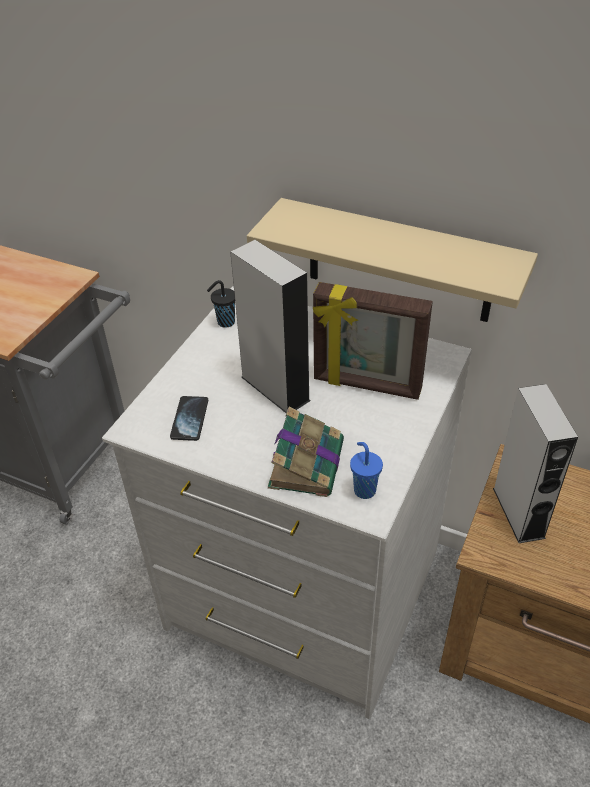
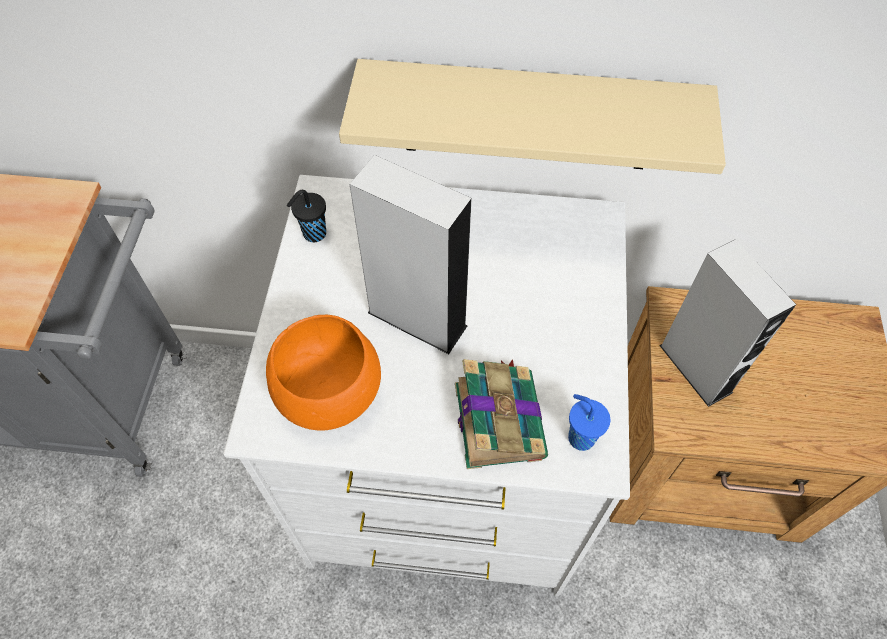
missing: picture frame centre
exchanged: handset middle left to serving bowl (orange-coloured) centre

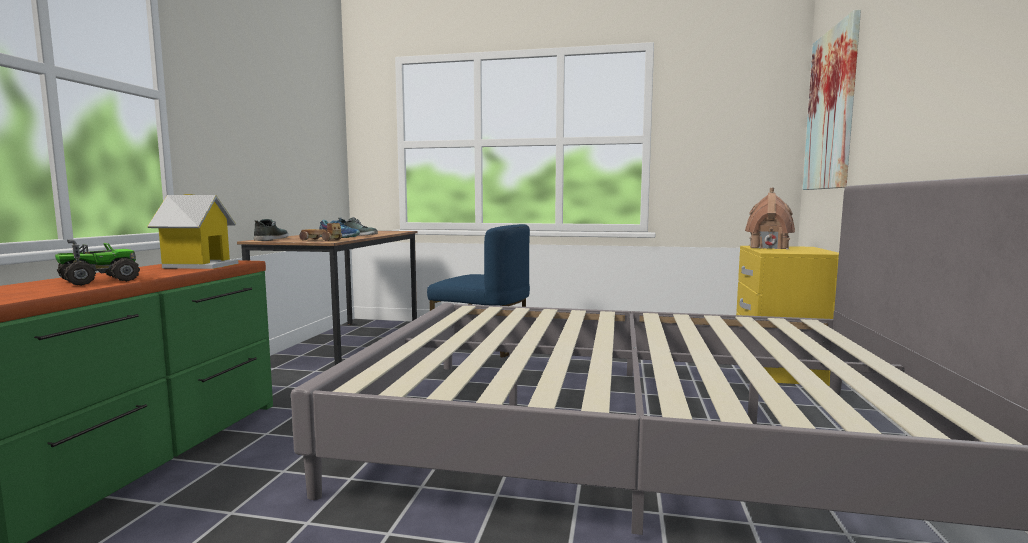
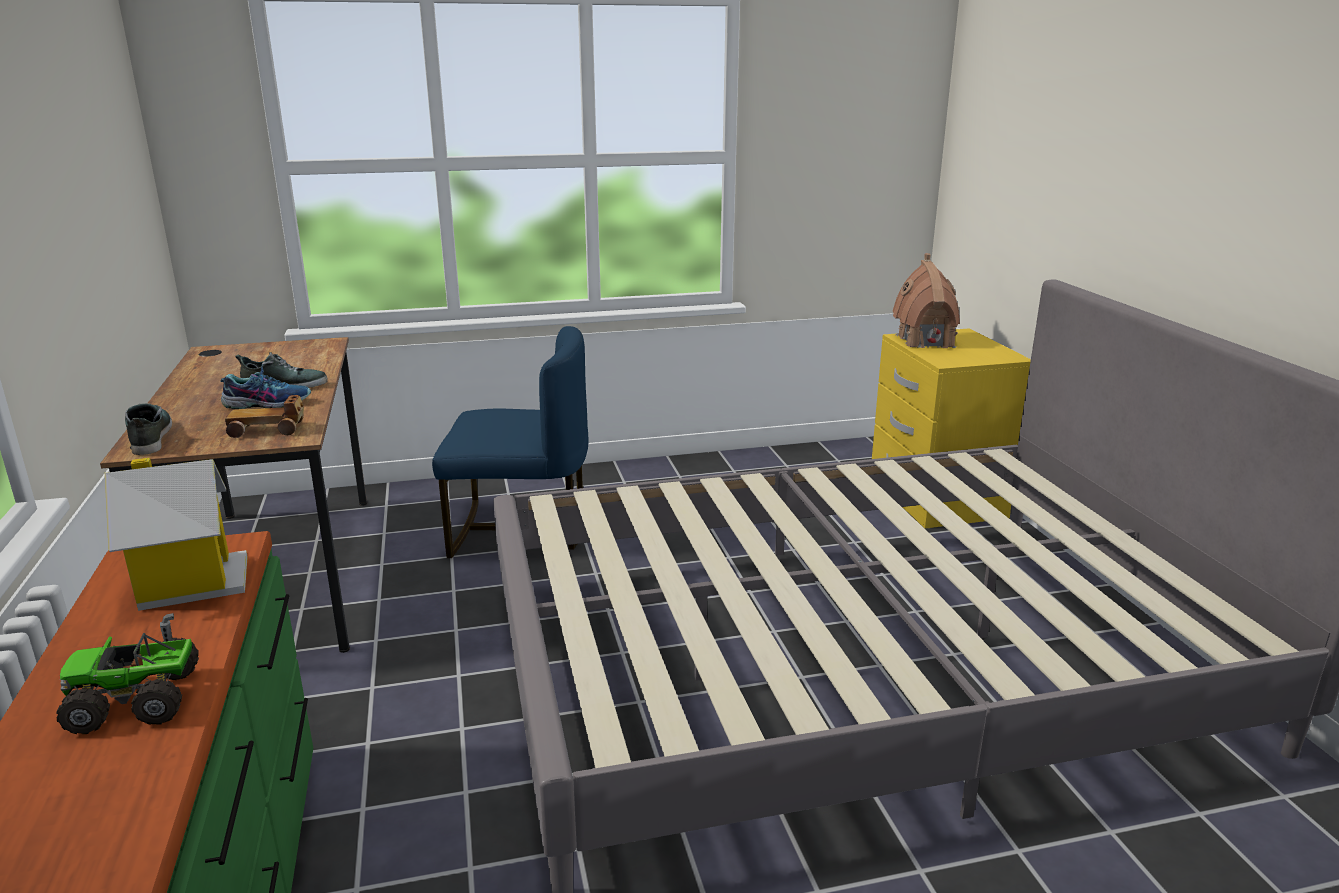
missing: picture top right
spun: toy lorry middle left = bottom left 120 degrees counterclockwise

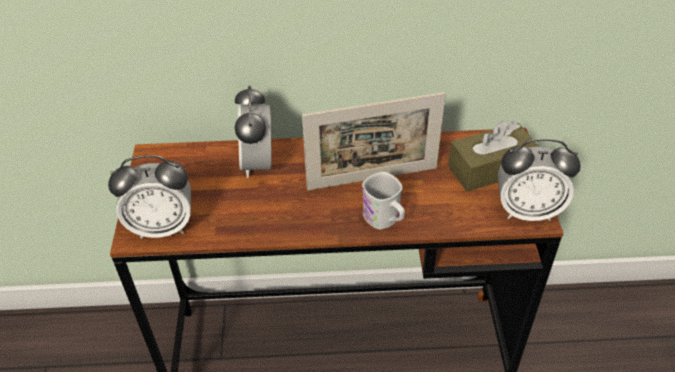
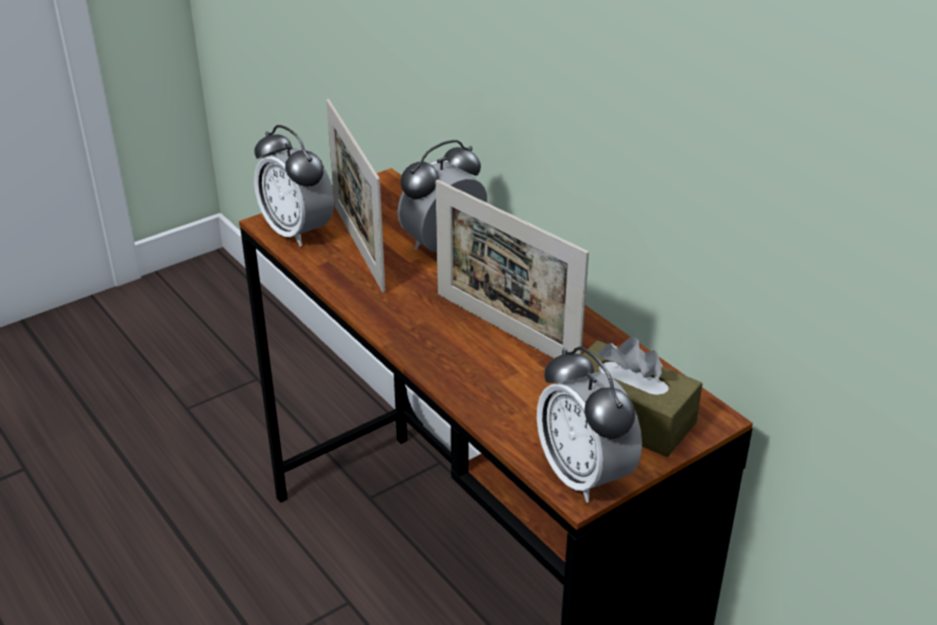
missing: tea mug (white-coloured) centre
appeared: picture frame (no. 1 from left) top centre

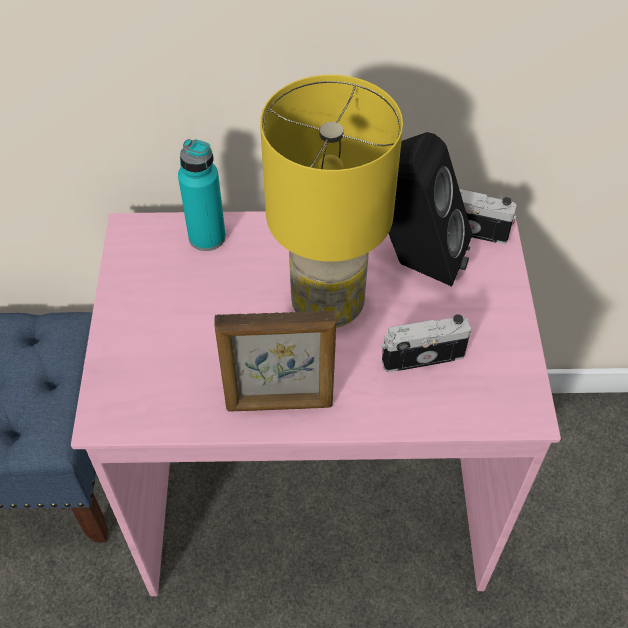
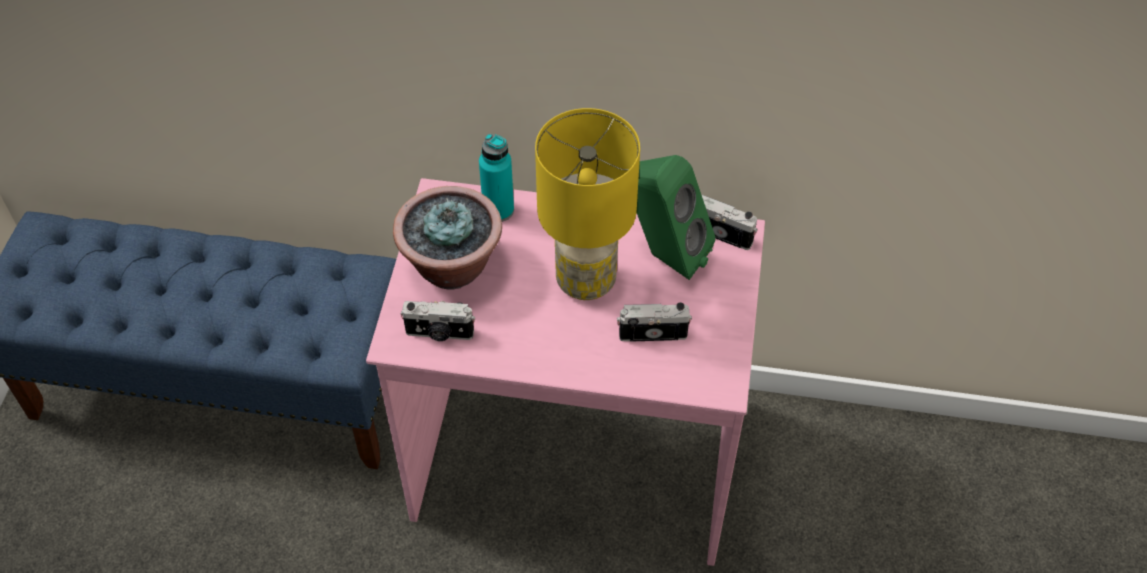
missing: picture frame centre
appeared: houseplant centre; photo camera (no. 1 from left) centre
colour: loudspeaker (black) top right to loudspeaker (green) centre

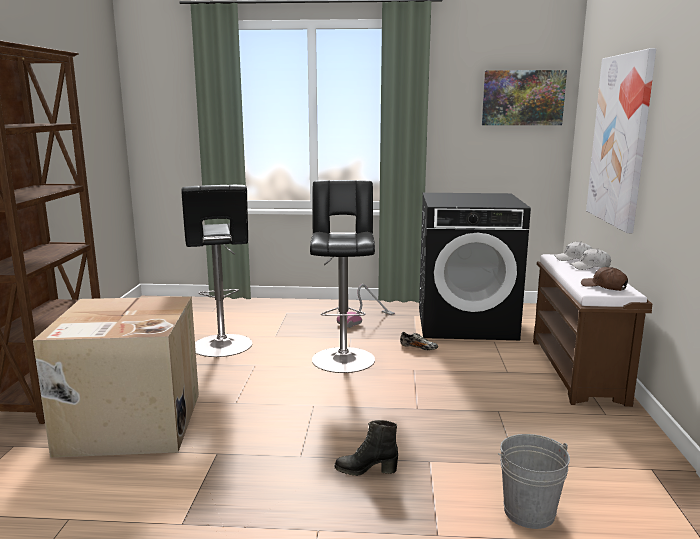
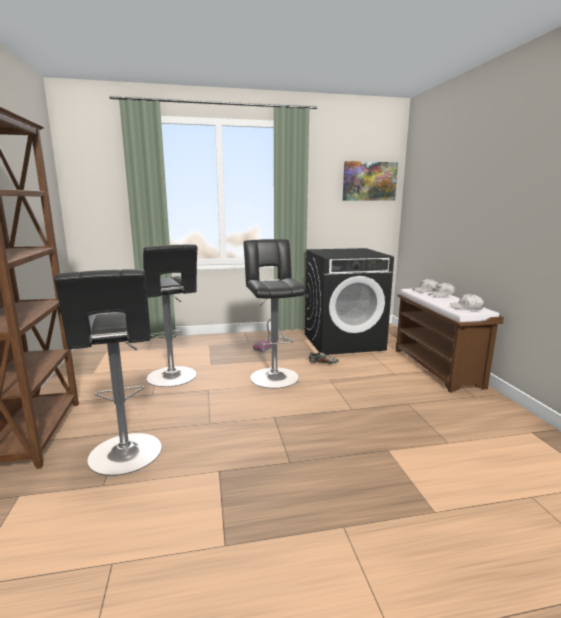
missing: boot (black) bottom centre; pail (gray) bottom right; picture (no. 2 from left) top right
exchanged: cardboard box bottom left to stool (black) (no. 1 from left) middle left
colour: baseball cap (brown) middle right to baseball cap (white-coloured) (no. 3 from left) middle right

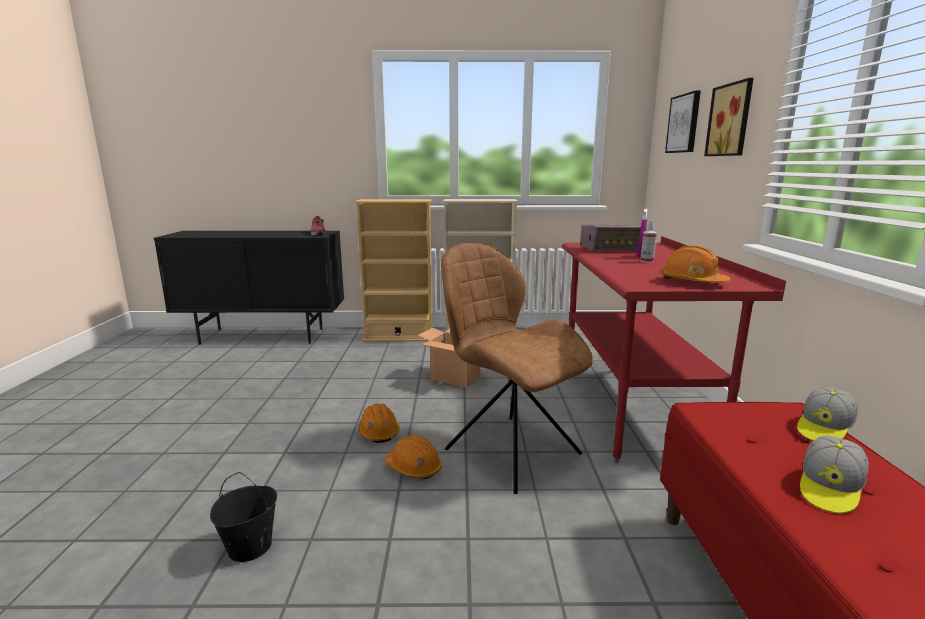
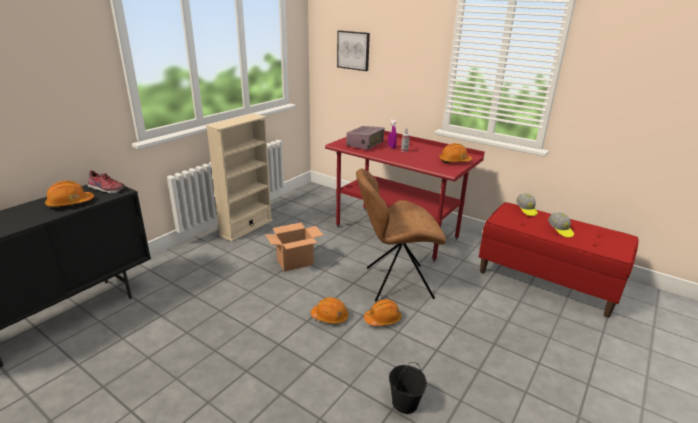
missing: shelving unit (beige-coloured) (no. 1 from left) centre; picture (no. 2 from left) top right
appeared: work helmet (orange-coloured) (no. 1 from left) middle left

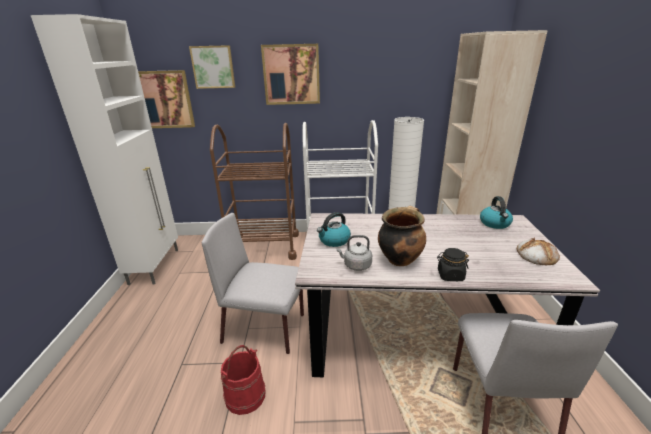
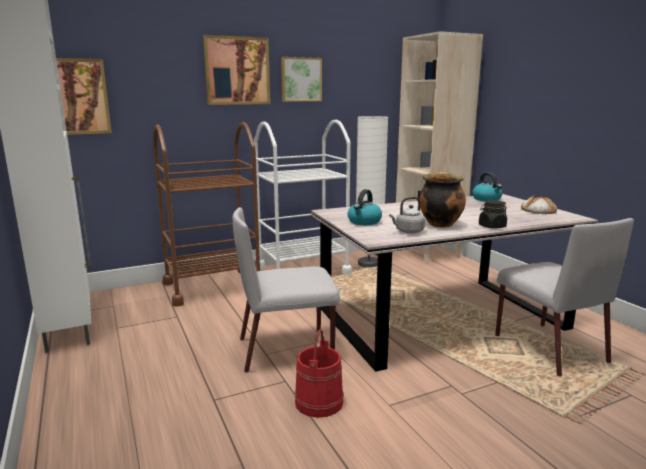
relocated: picture (no. 2 from left in the first image) top left to picture (no. 3 from left) top centre

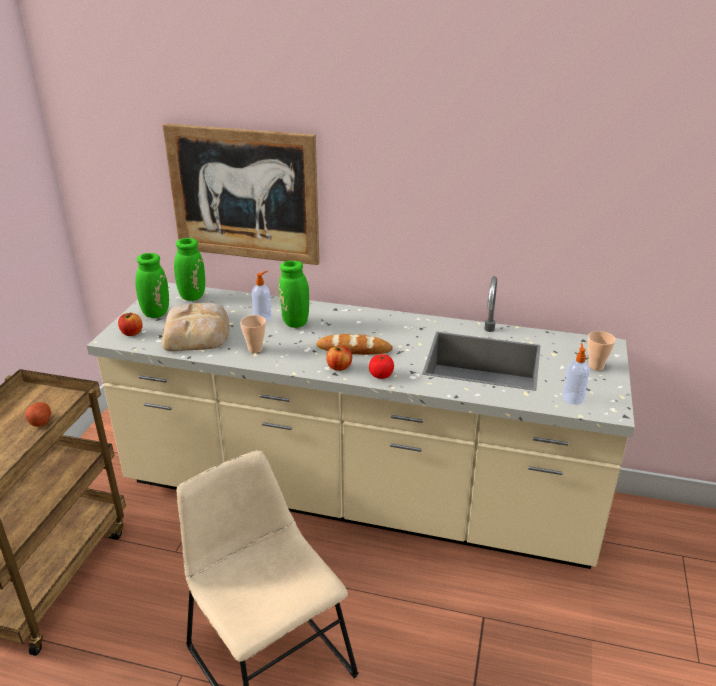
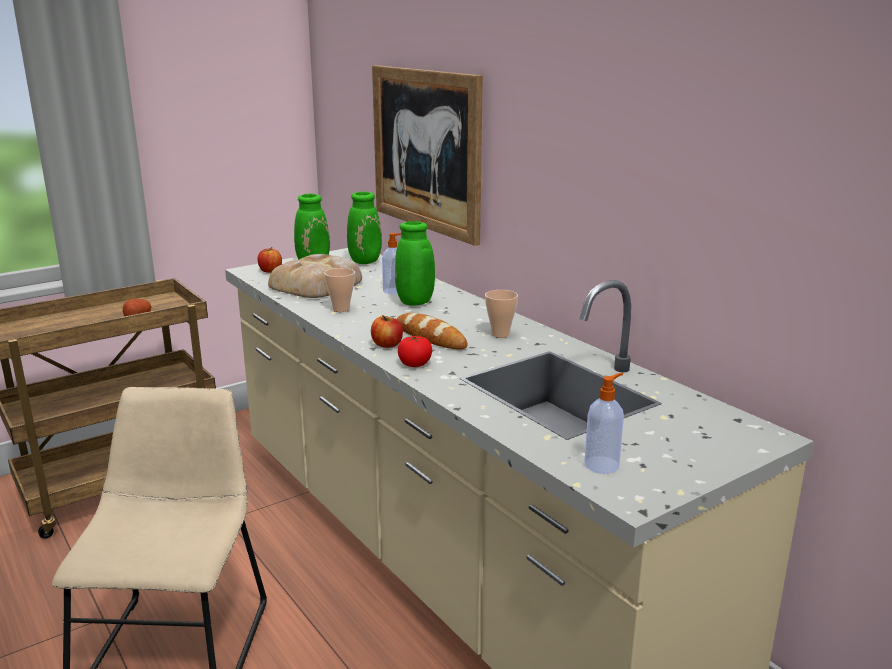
relocated: small cup (no. 2 from left) middle right to centre

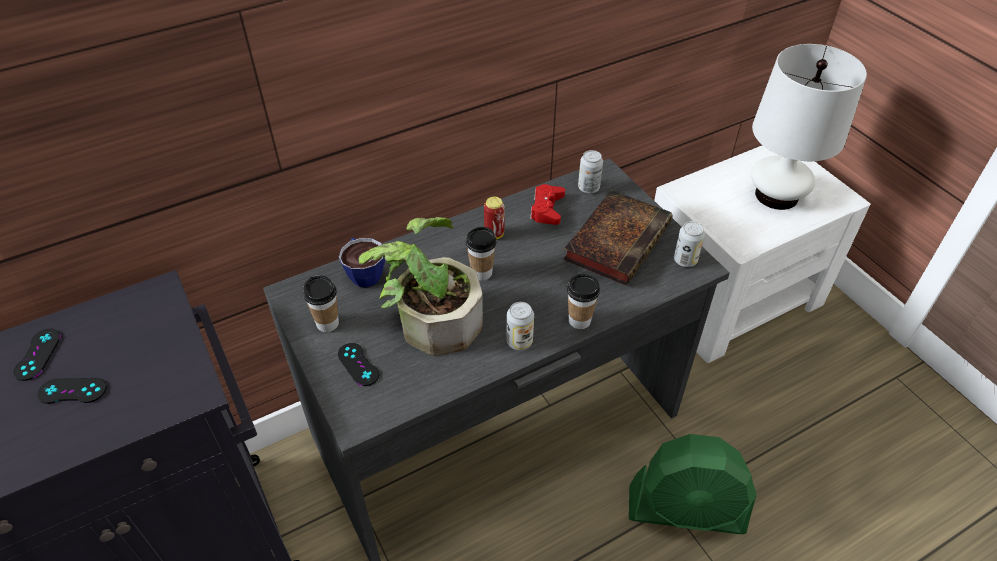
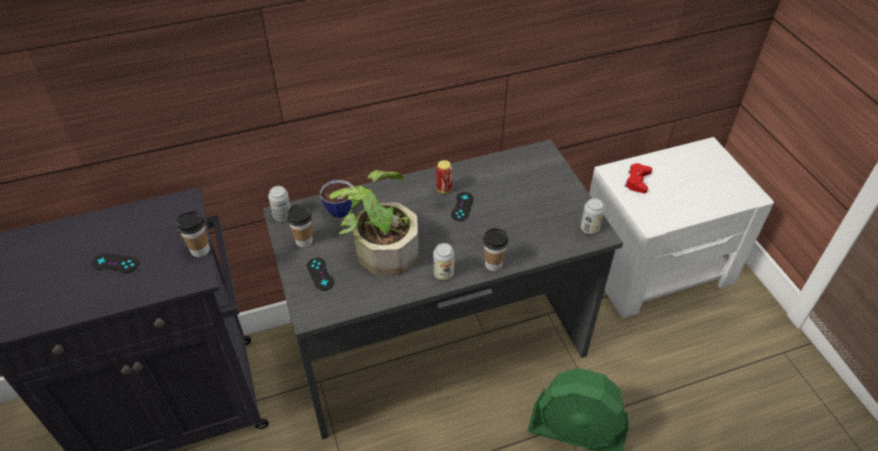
missing: bound book centre; table lamp (white-coloured) top right
relocated: joypad (black) (no. 1 from left in the first image) middle left to joypad (black) (no. 3 from left) centre; small cup (no. 3 from left in the first image) centre to small cup (no. 1 from left) middle left; joypad (reddish) centre to middle right; metal can (no. 3 from left in the first image) top centre to metal can (no. 1 from left) middle left

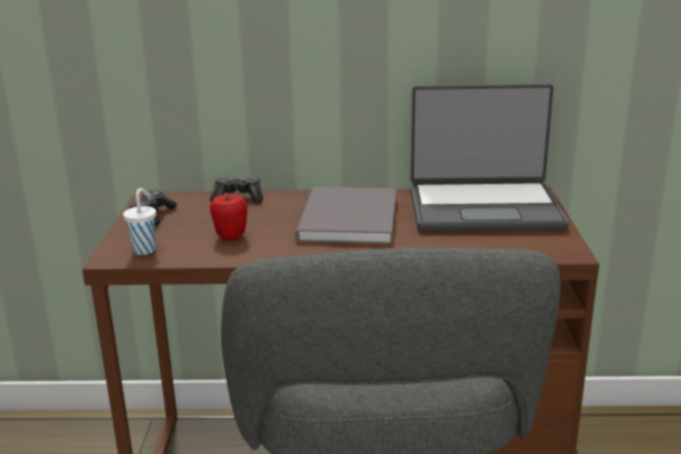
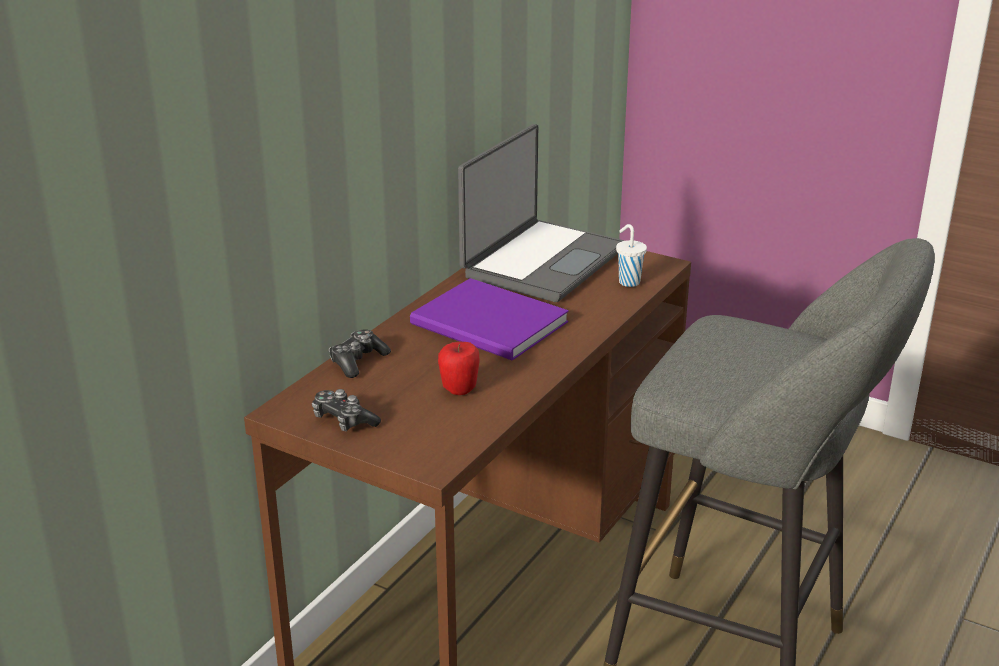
relocated: small cup (white-coloured) middle left to centre
colour: bound book (gray) centre to bound book (purple-coloured) centre

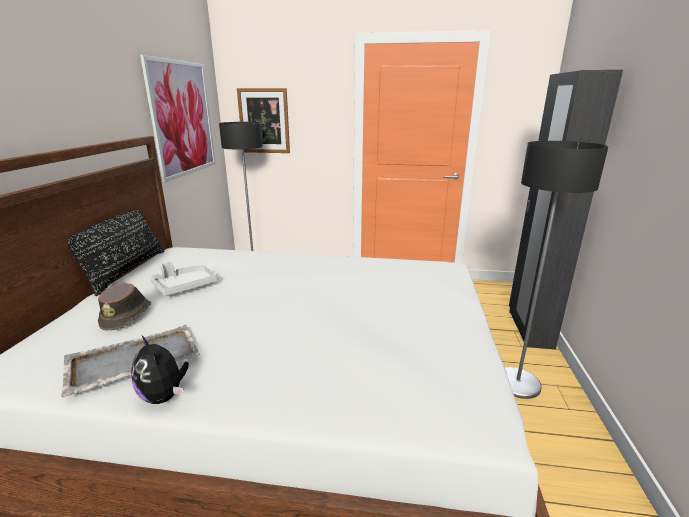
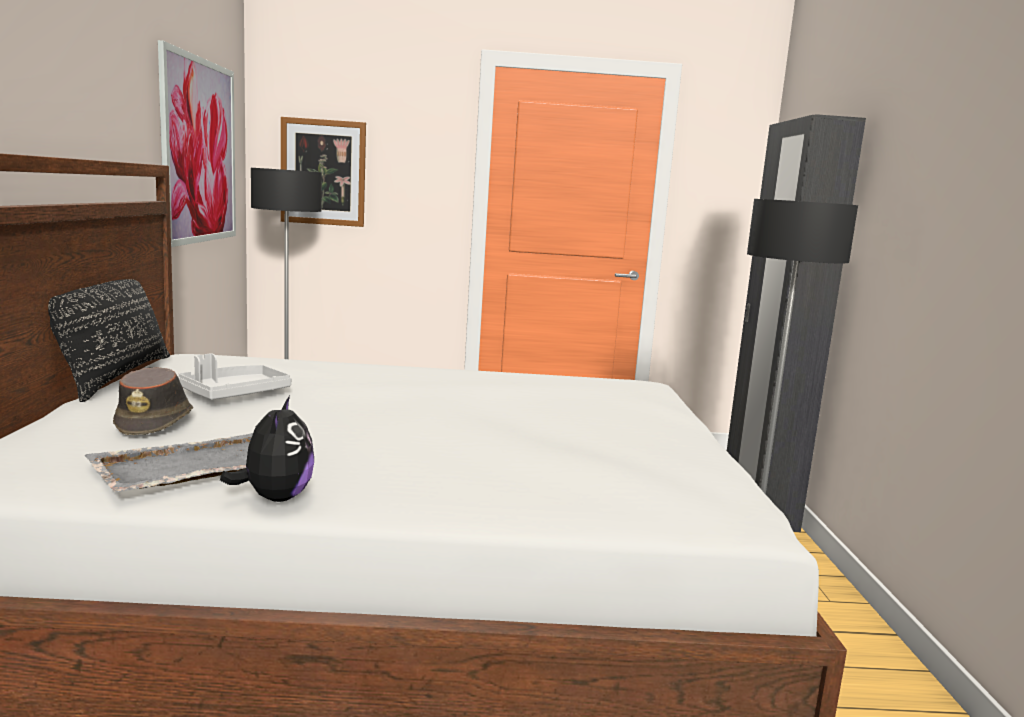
spun: cuddly toy bottom left = middle left 135 degrees counterclockwise

